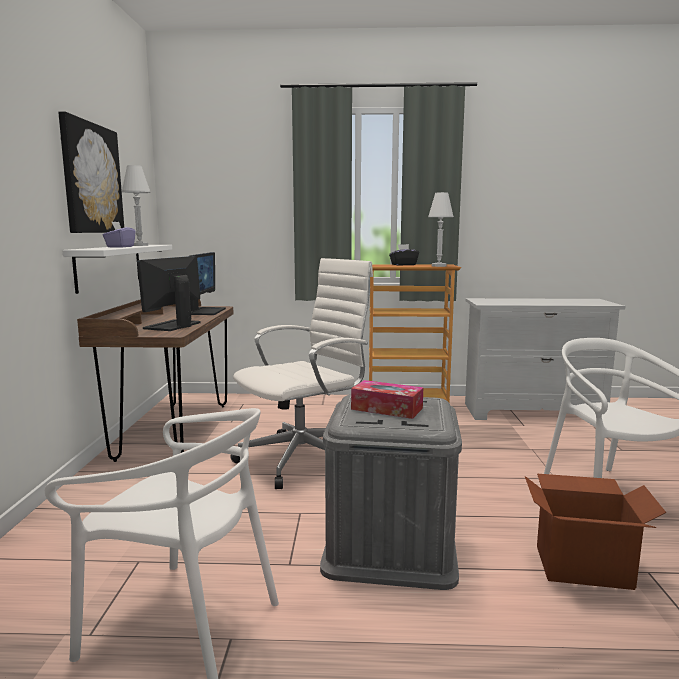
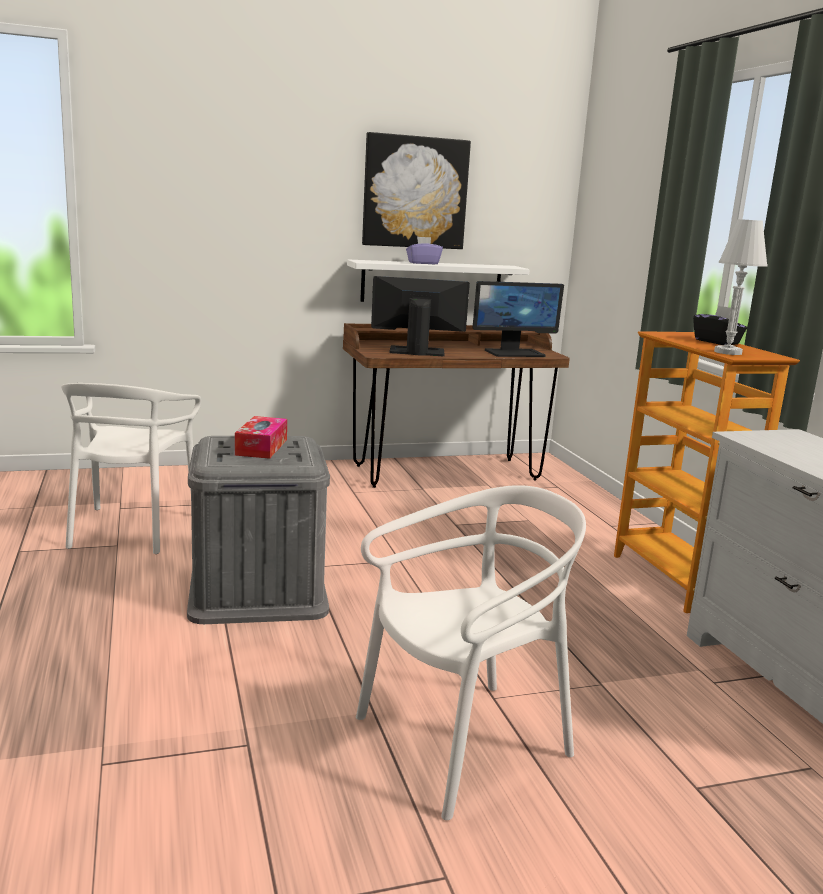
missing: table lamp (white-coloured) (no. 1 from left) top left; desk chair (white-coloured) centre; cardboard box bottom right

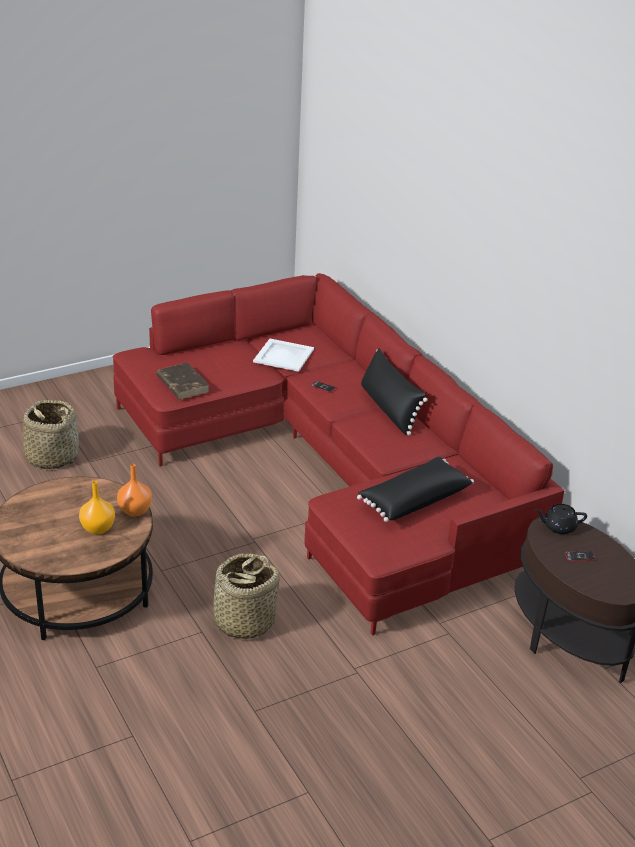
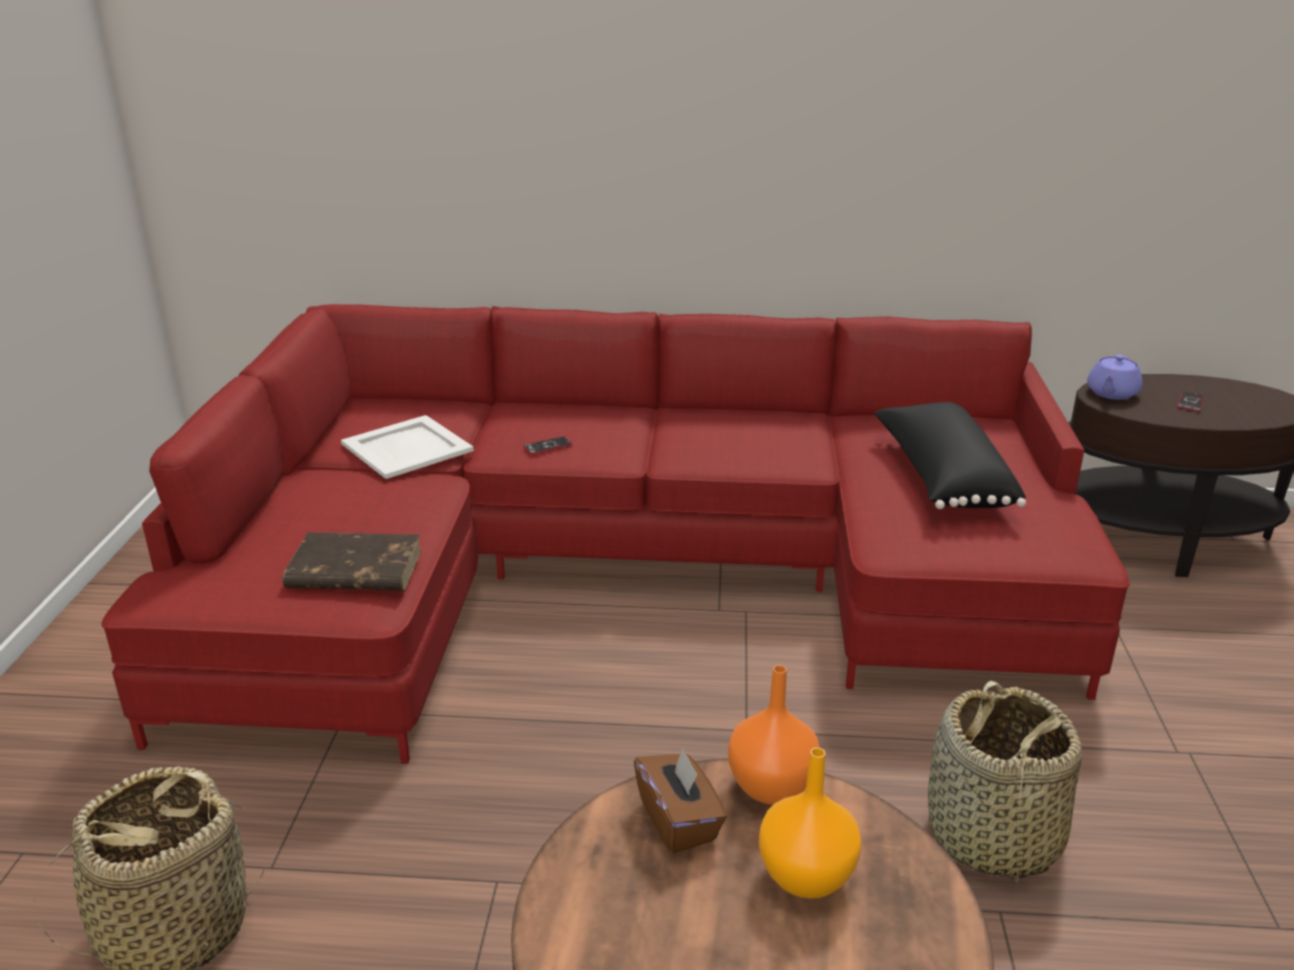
missing: throw pillow (black) (no. 1 from left) centre
appeared: tissue holder (brown) bottom centre
colour: teapot (black) middle right to teapot (purple-coloured) middle right

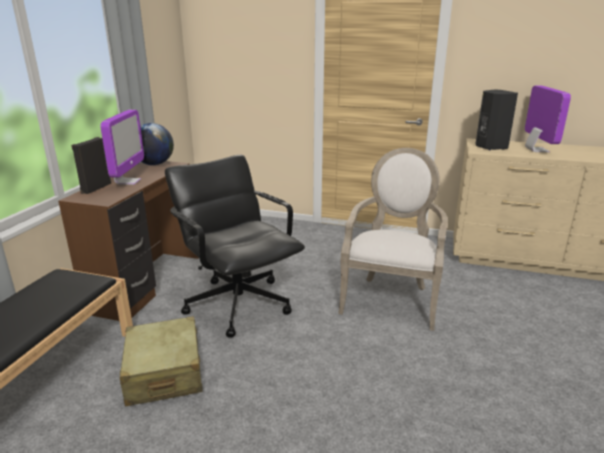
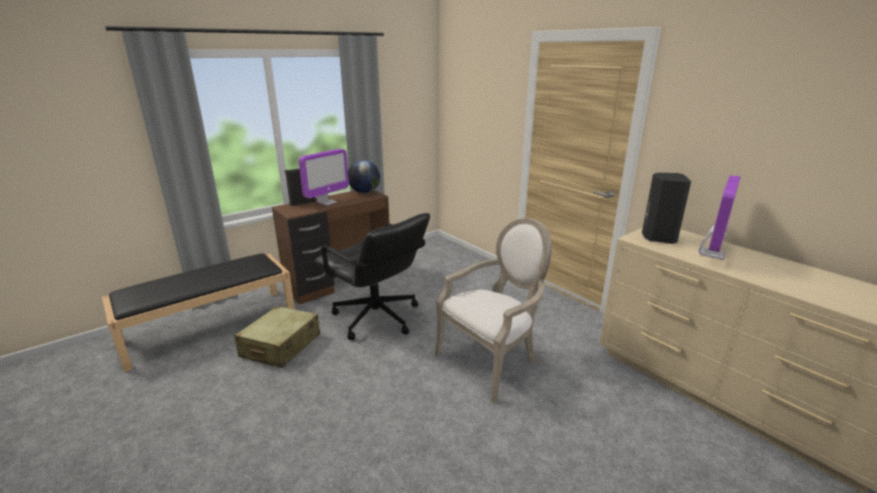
spun: desk chair (black) centre = centre 135 degrees clockwise

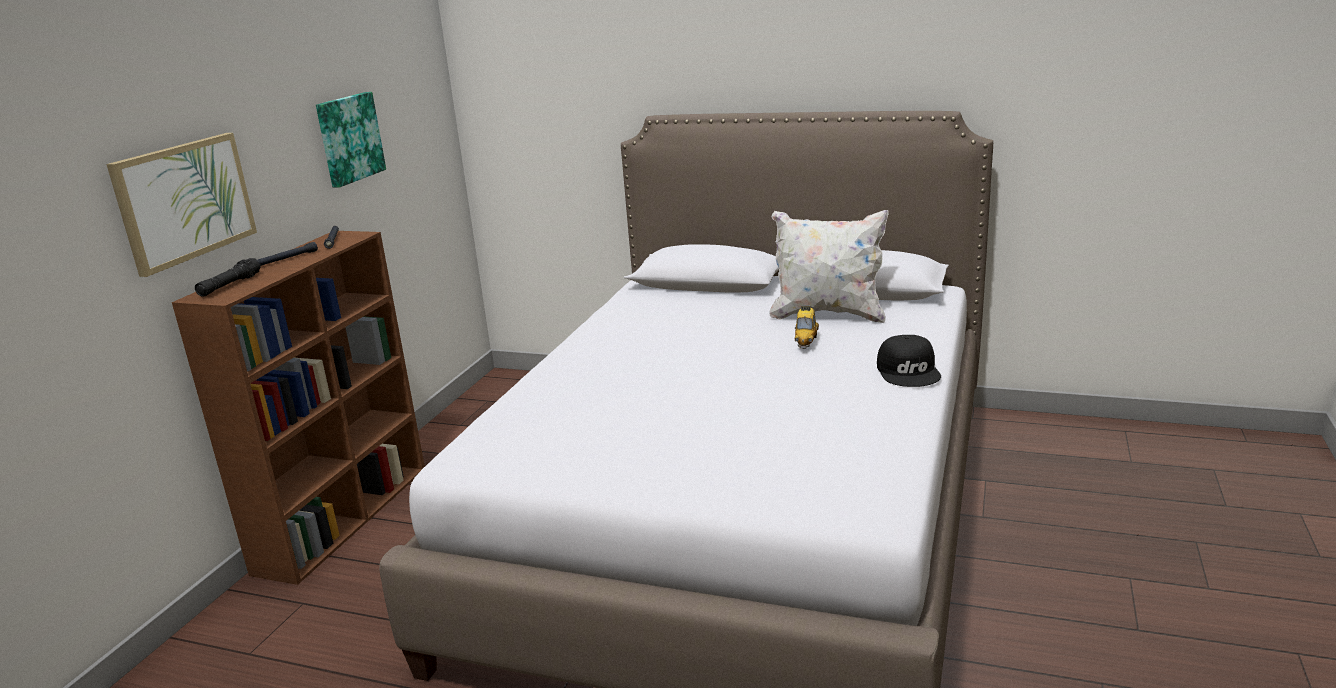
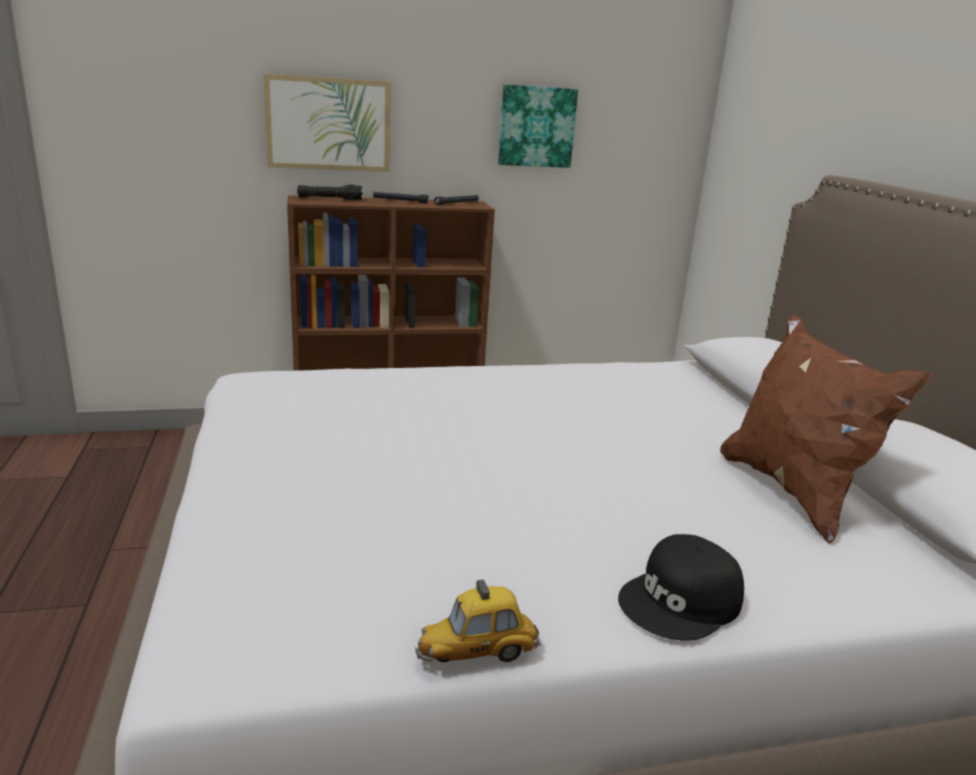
relocated: model car centre to bottom centre
colour: throw pillow (white-coloured) centre to throw pillow (brown) middle right

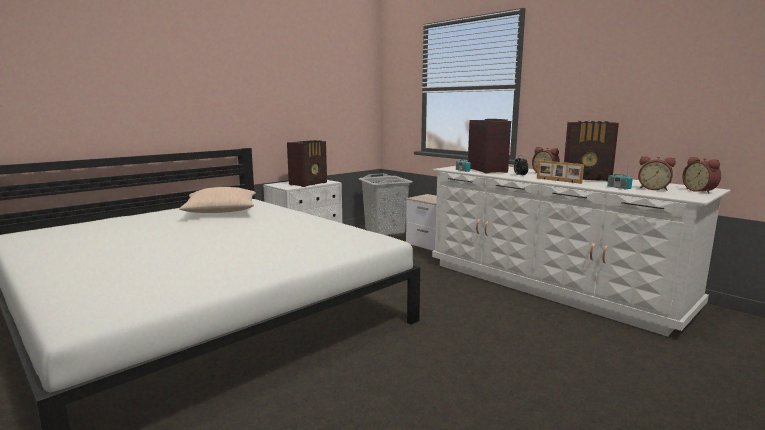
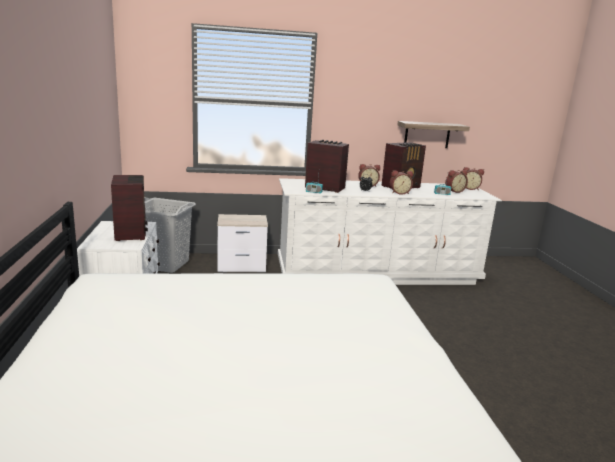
missing: throw pillow (beige-coloured) middle left
appeared: bracket shelf top right
exchanged: picture frame middle right to alarm clock (no. 3 from left) centre

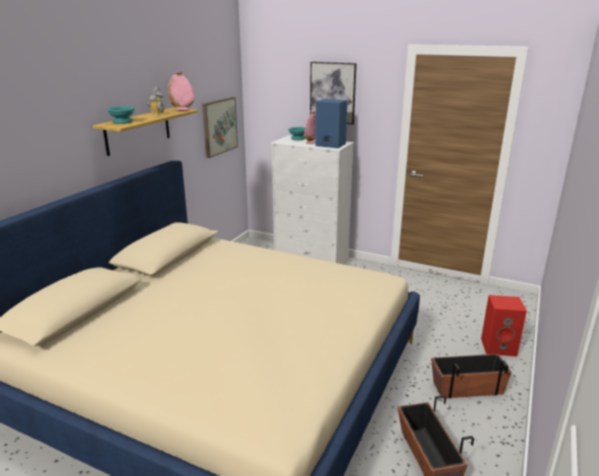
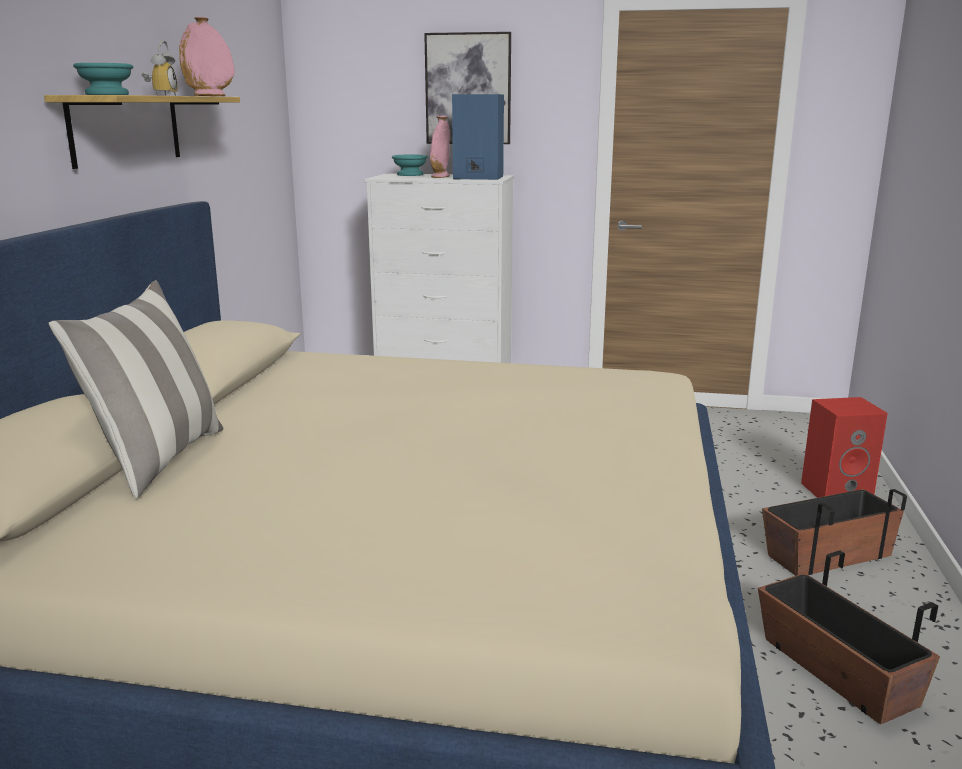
missing: picture (no. 1 from left) top centre
appeared: throw pillow middle left

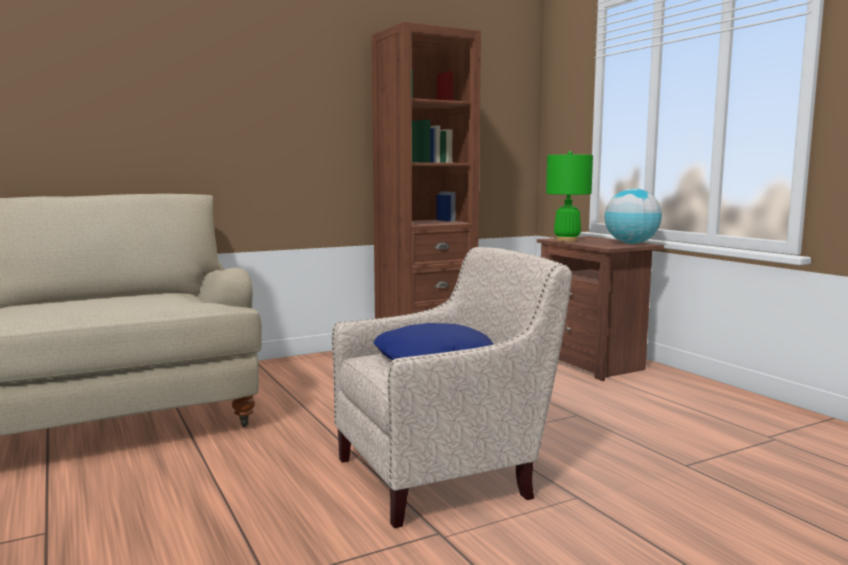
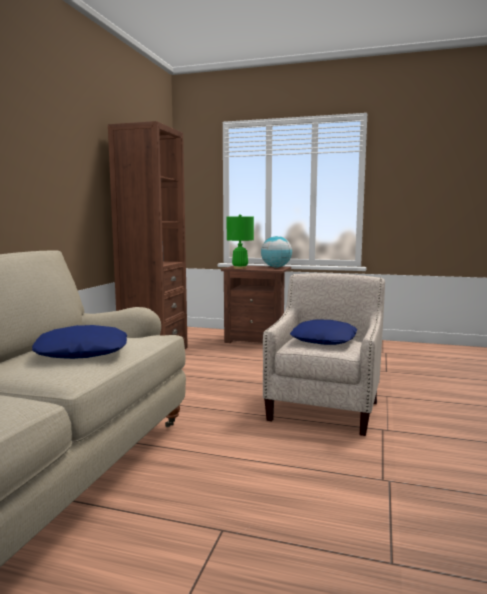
appeared: throw pillow (blue-coloured) (no. 1 from left) middle left

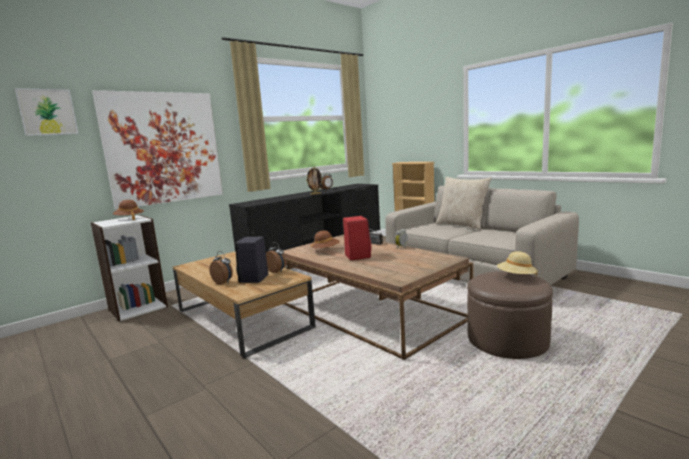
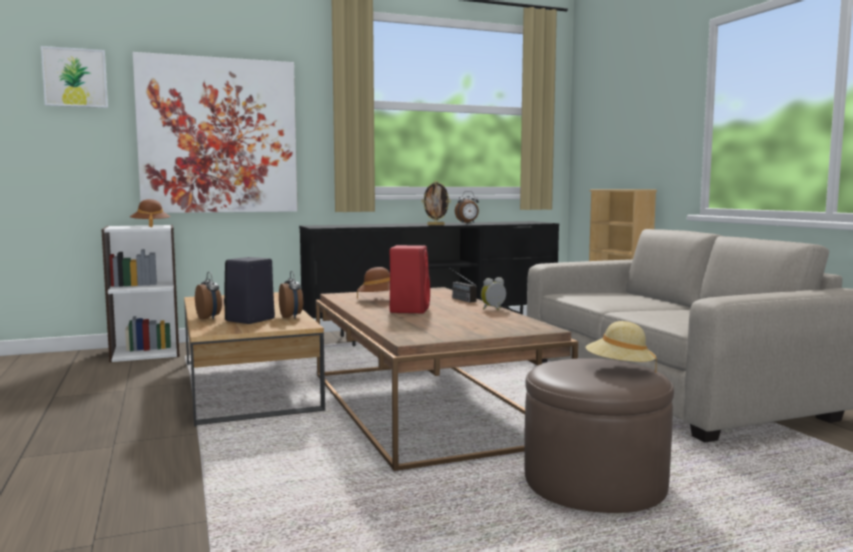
missing: throw pillow (beige-coloured) middle right

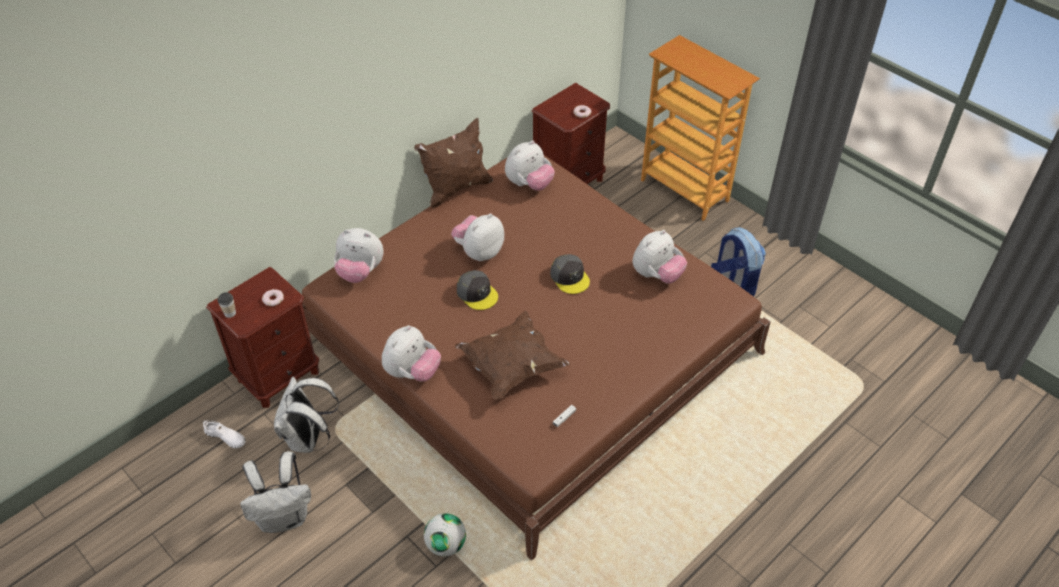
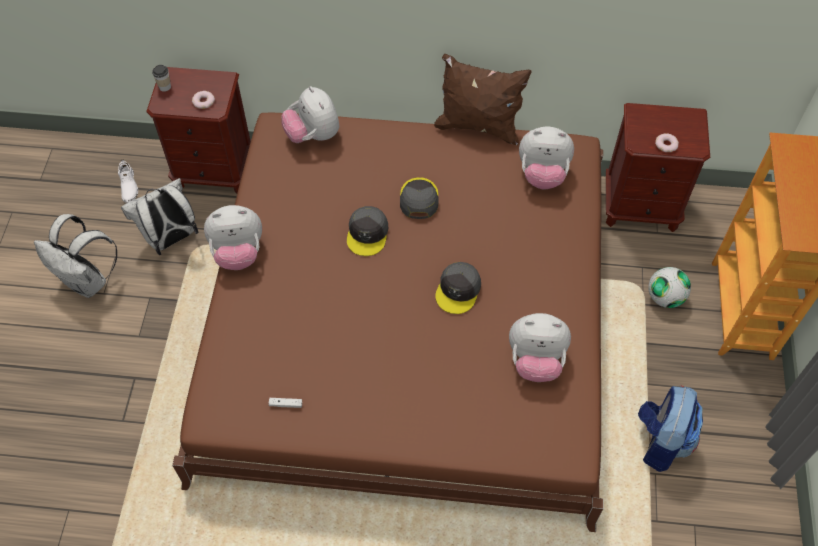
missing: throw pillow (brown) (no. 2 from left) centre
relocated: football ball bottom centre to middle right
exchanged: cuddly toy (no. 3 from left) centre to baseball cap (gray) (no. 2 from left) centre

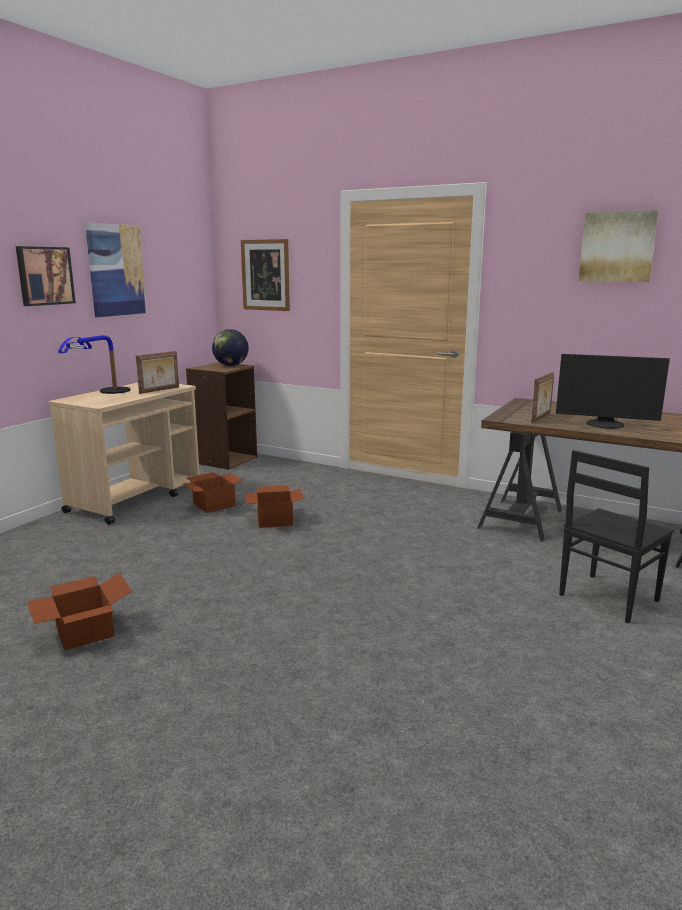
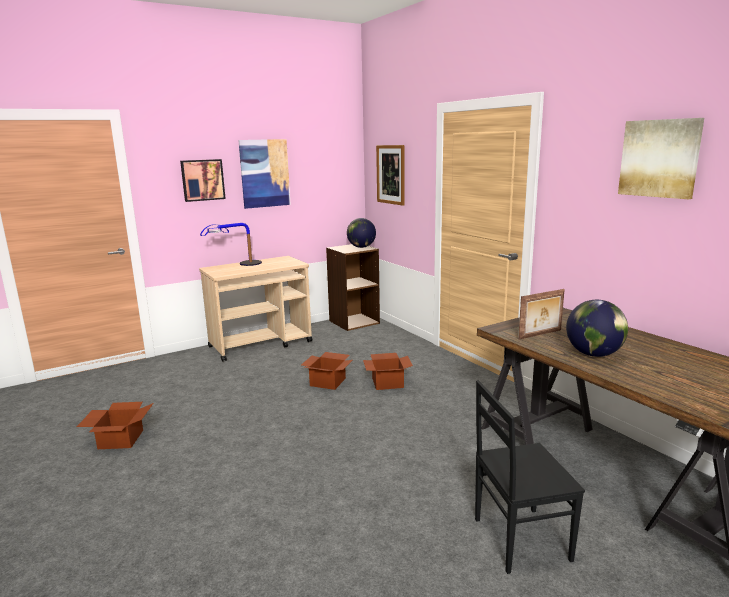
missing: picture frame (no. 1 from left) middle left
relocated: cardboard box (no. 2 from left in the first image) middle left to cardboard box (no. 3 from left) centre
exchanged: computer display middle right to globe (no. 2 from left) middle right

